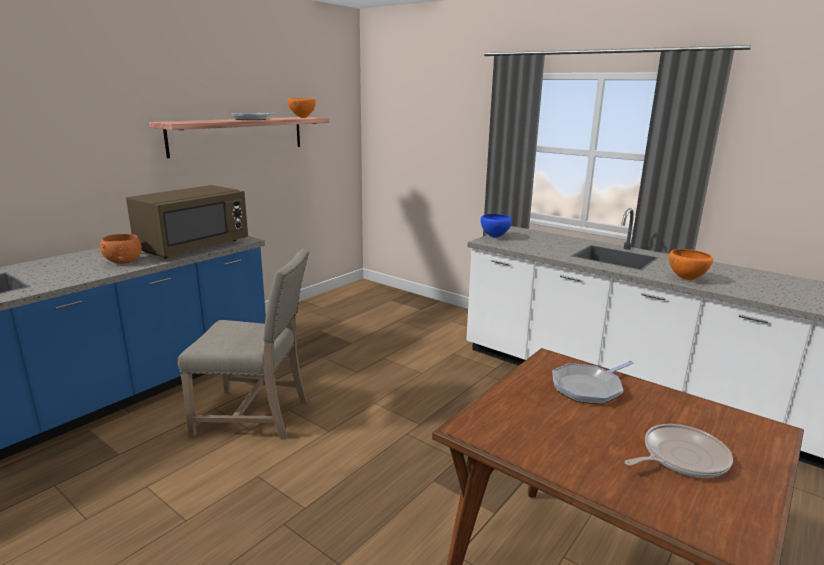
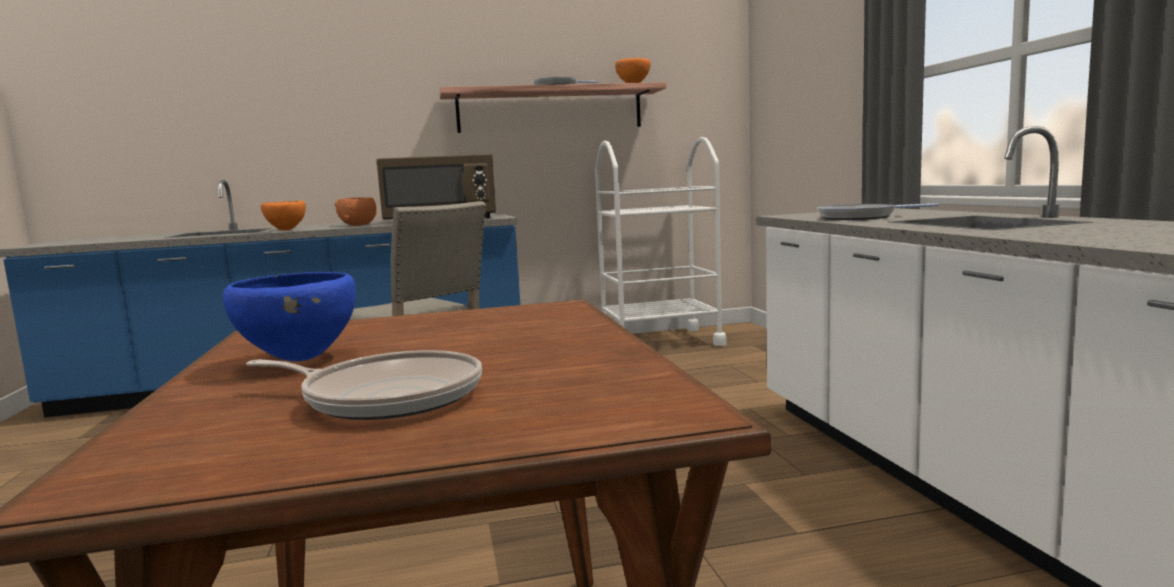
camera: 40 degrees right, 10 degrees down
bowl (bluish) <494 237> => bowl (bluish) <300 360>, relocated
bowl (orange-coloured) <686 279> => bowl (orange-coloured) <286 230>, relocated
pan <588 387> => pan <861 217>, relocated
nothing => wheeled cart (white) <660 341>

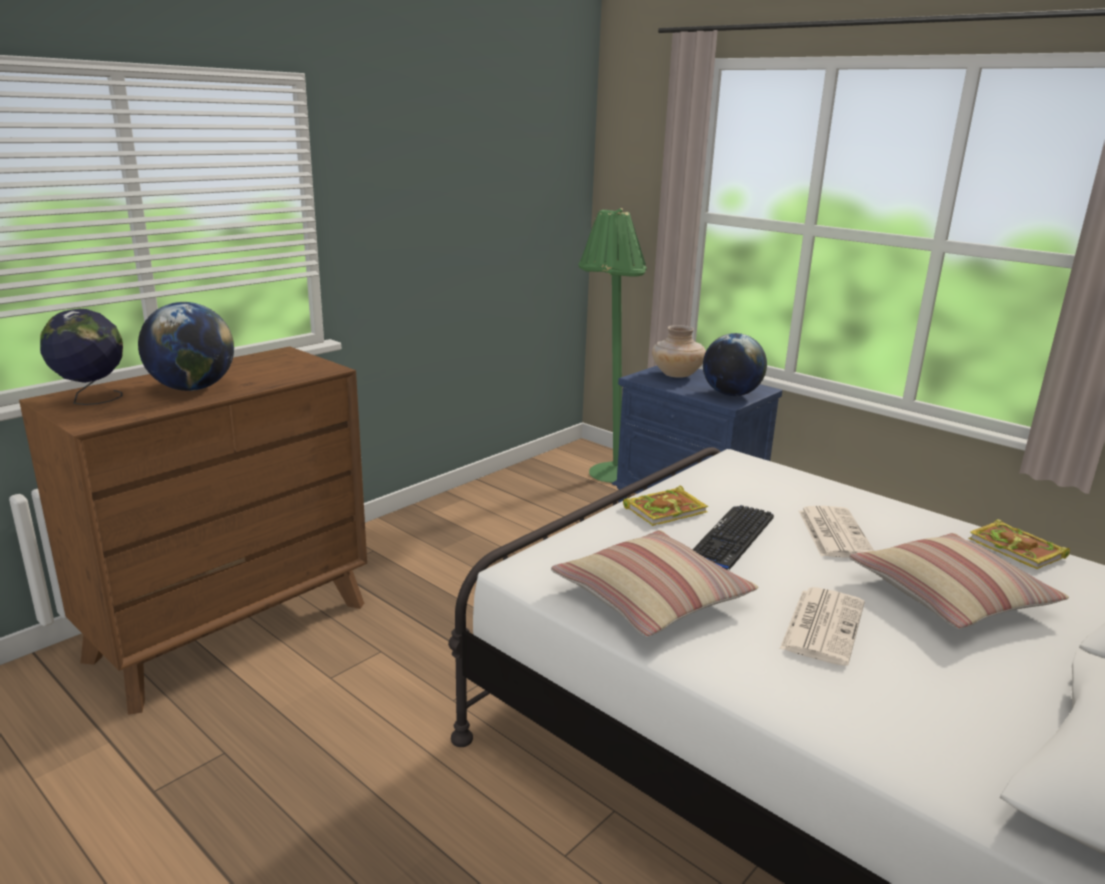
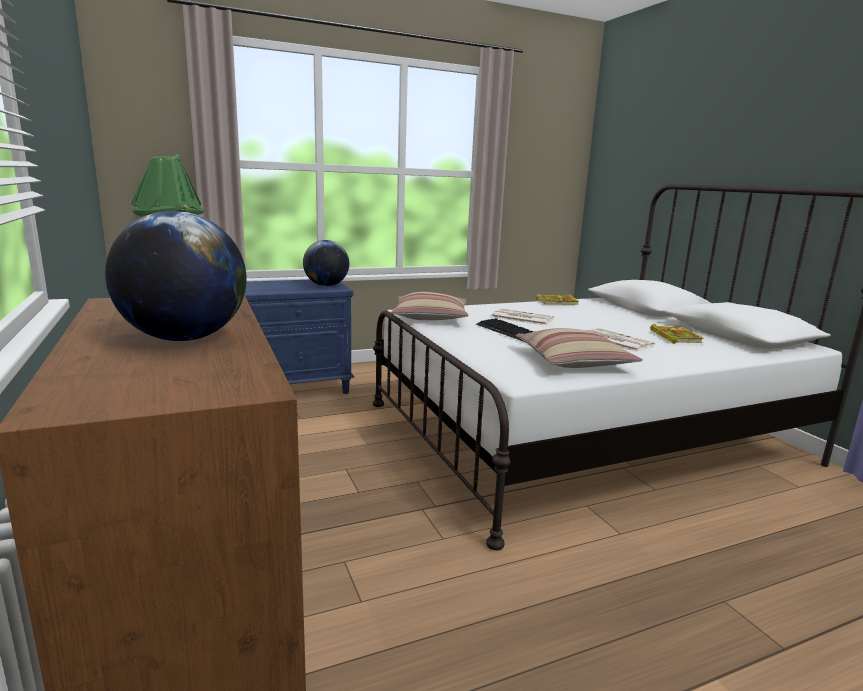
camera: 65 degrees left, 5 degrees down
globe <91 399> => nothing
flower vase (beige) <676 375> => nothing
bound book <666 509> => bound book <674 337>, relocated
cushion <950 596> => cushion <430 317>, relocated

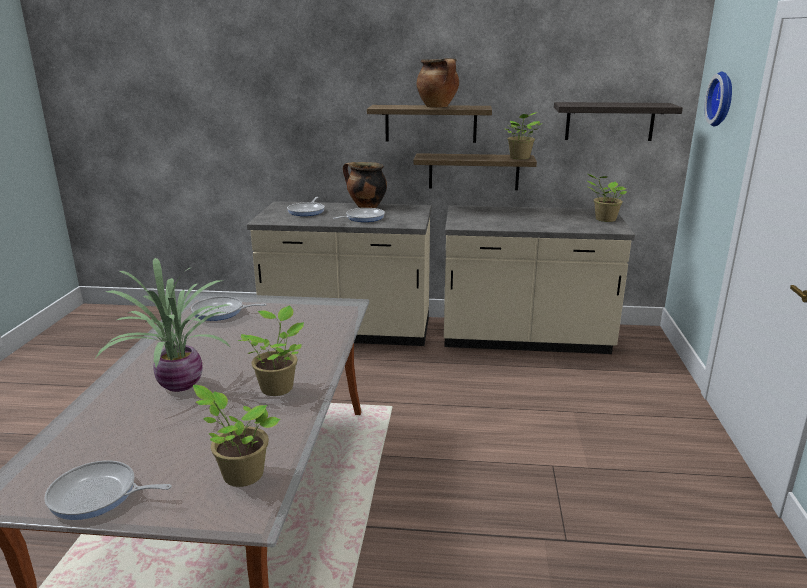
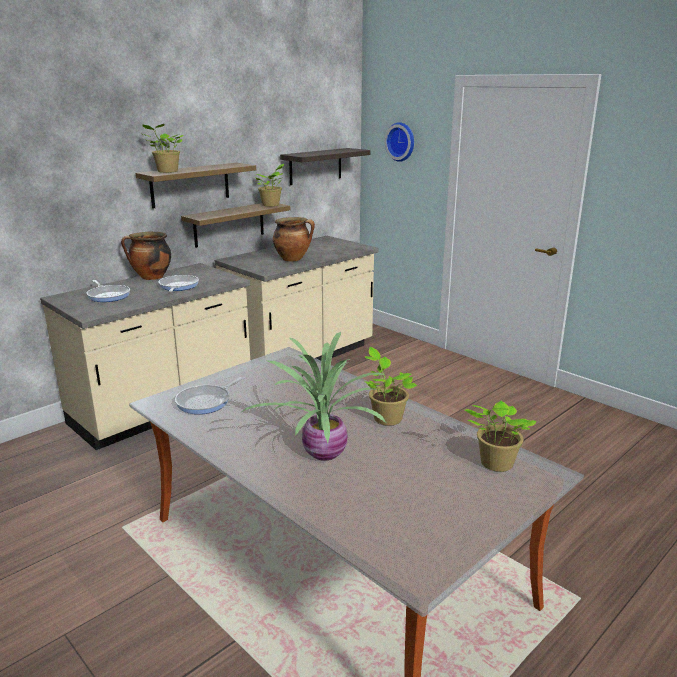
camera: 50 degrees left, 0 degrees up
saucepot <438 107> => saucepot <293 259>, relocated
potted plant <604 219> => potted plant <166 171>, relocated
pan <98 495> => nothing

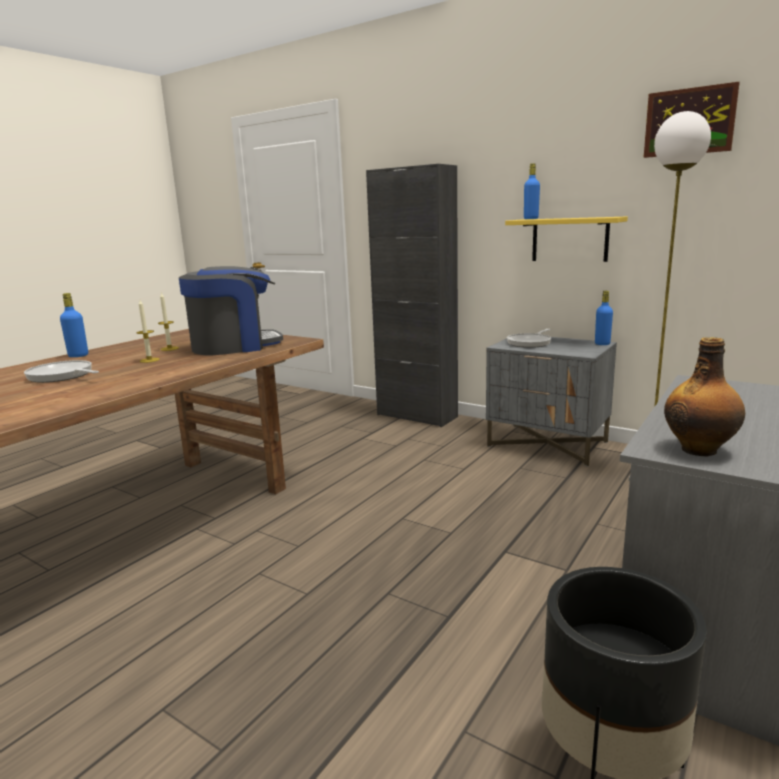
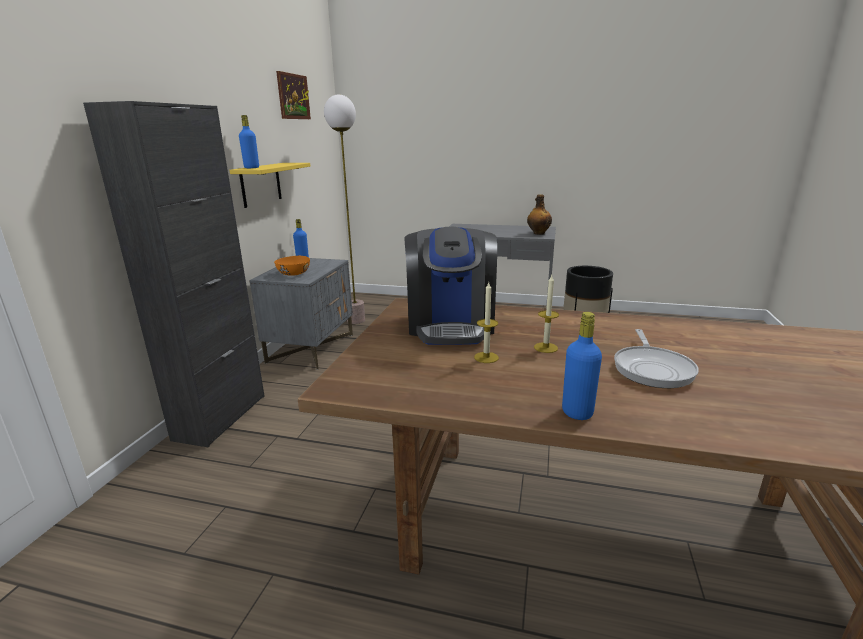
camera: 110 degrees left, 5 degrees up
coffee brewer <234 346> => coffee brewer <451 325>, 135 degrees counterclockwise
pan <530 343> => bowl (orange-coloured) <293 274>

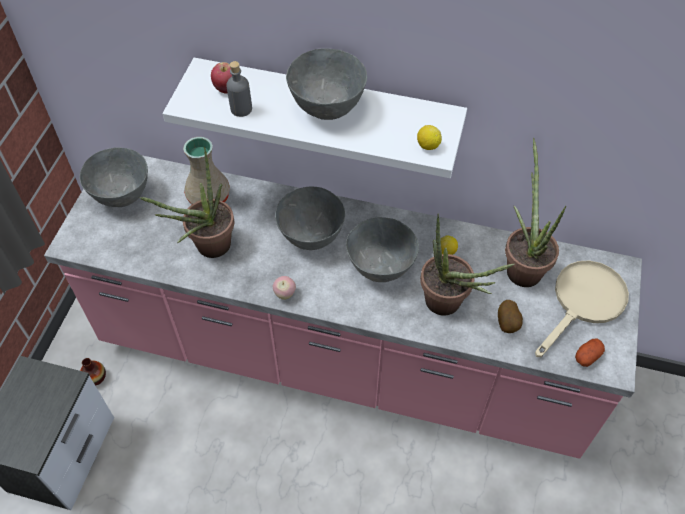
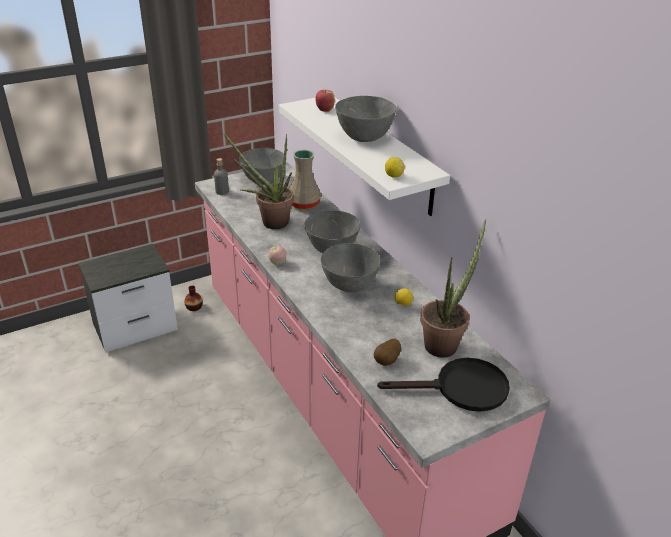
camera: 45 degrees right, 20 degrees down
beverage bottle (grey) <241 109> => beverage bottle (grey) <222 191>, relocated
potted plant <449 306> => nothing
pan (beige) <584 302> => pan (blackish) <461 389>
potato <587 356> => nothing

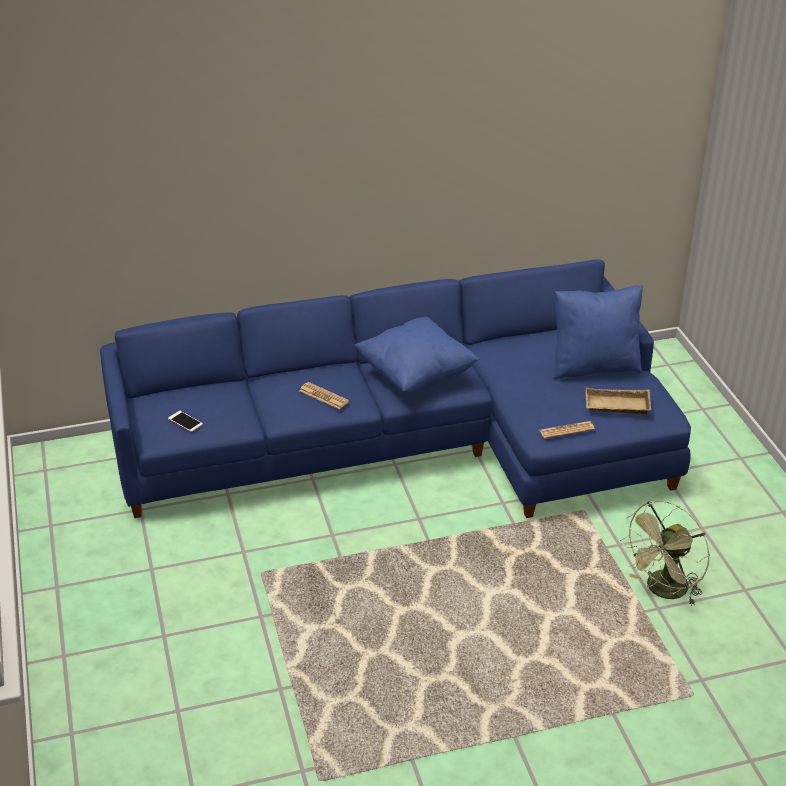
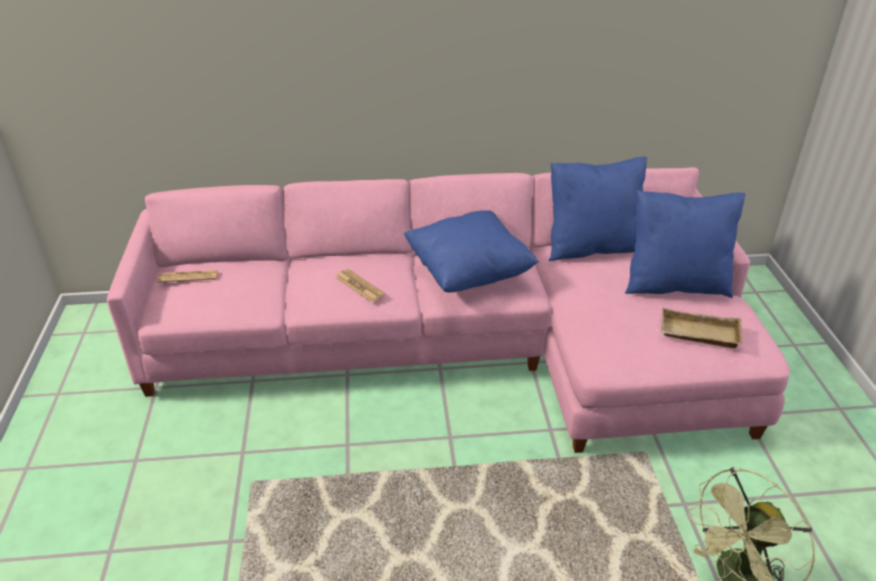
camera: 10 degrees right, 0 degrees up
sofa (bluish) <414 441> => sofa (pink) <467 345>
phone <185 421> => nothing
daily paper <566 430> => daily paper <188 277>, relocated
nothing => cushion (bluish) <592 248>

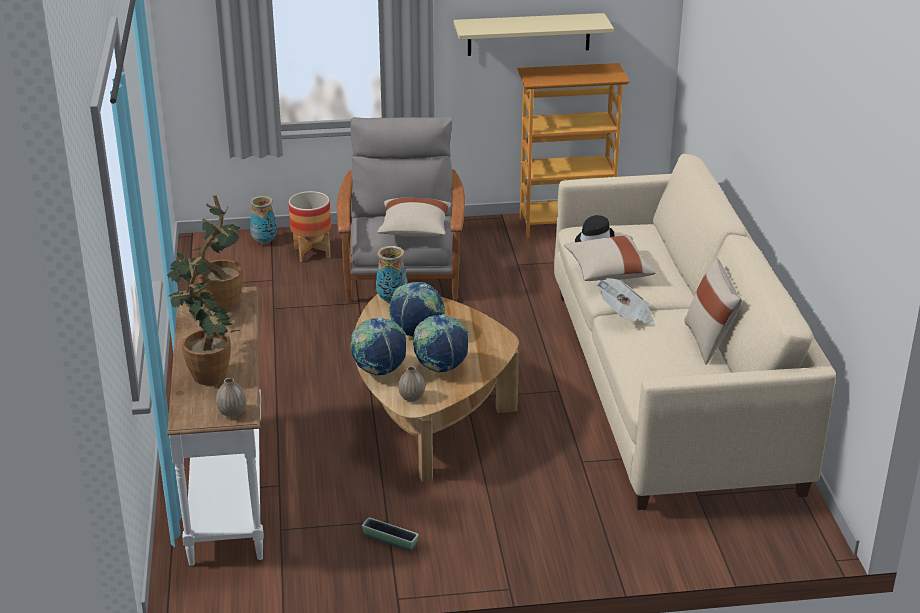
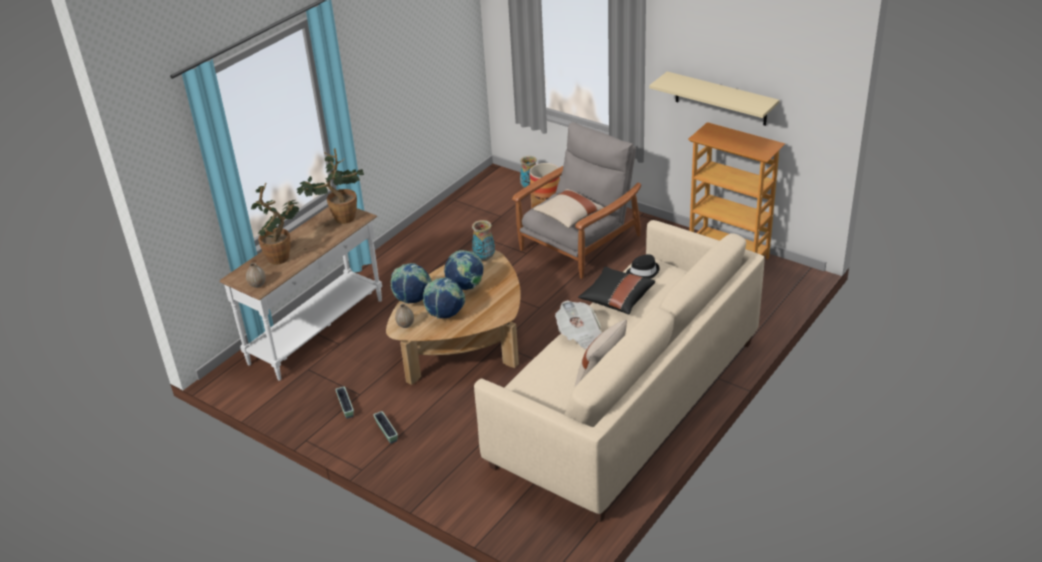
camera: 45 degrees right, 5 degrees up
cushion (beige) <607 272> => cushion (blackish) <616 299>
nothing => plant pot <386 431>

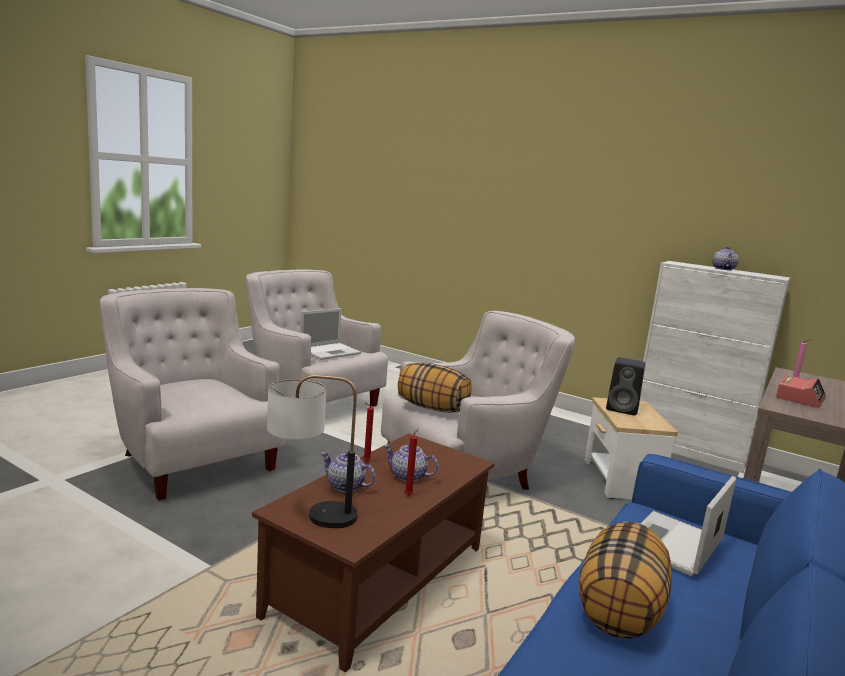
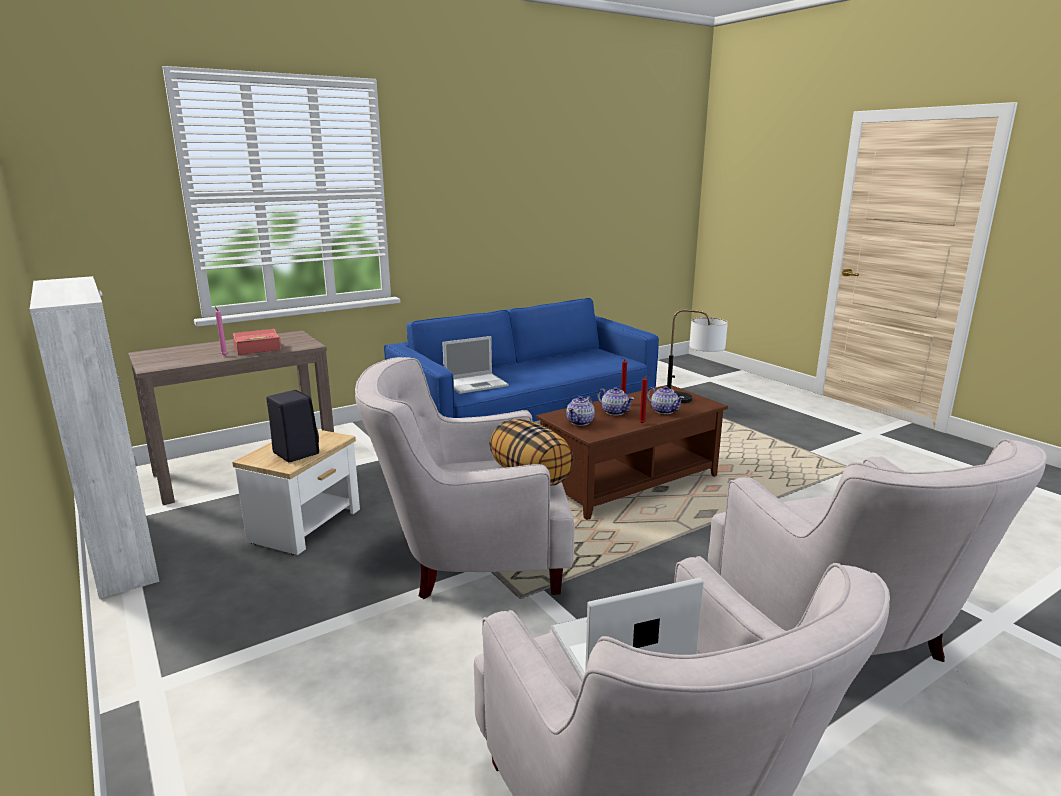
camera: 155 degrees left, 5 degrees up
tea pot <723 269> => tea pot <580 422>, relocated
cushion <620 610> => nothing

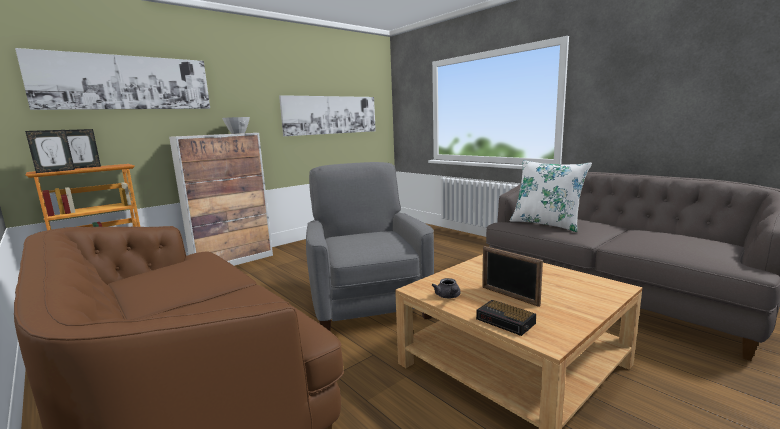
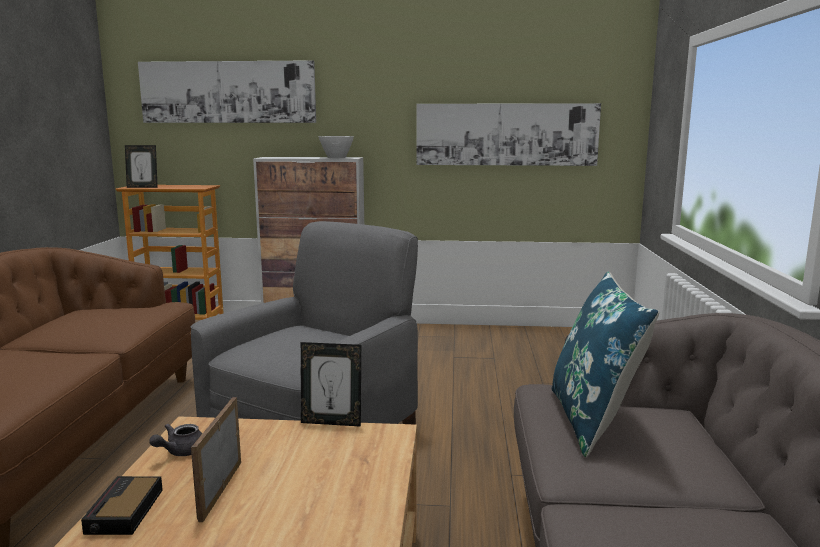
camera: 45 degrees right, 0 degrees up
standing frame <83 167> => standing frame <331 422>, relocated
cushion (white) <546 224> => cushion (bluish) <593 420>

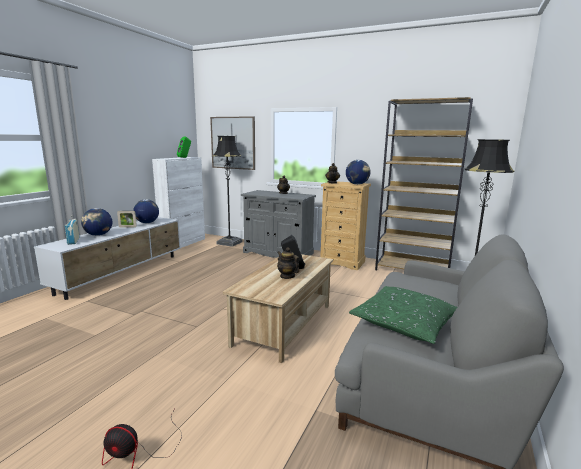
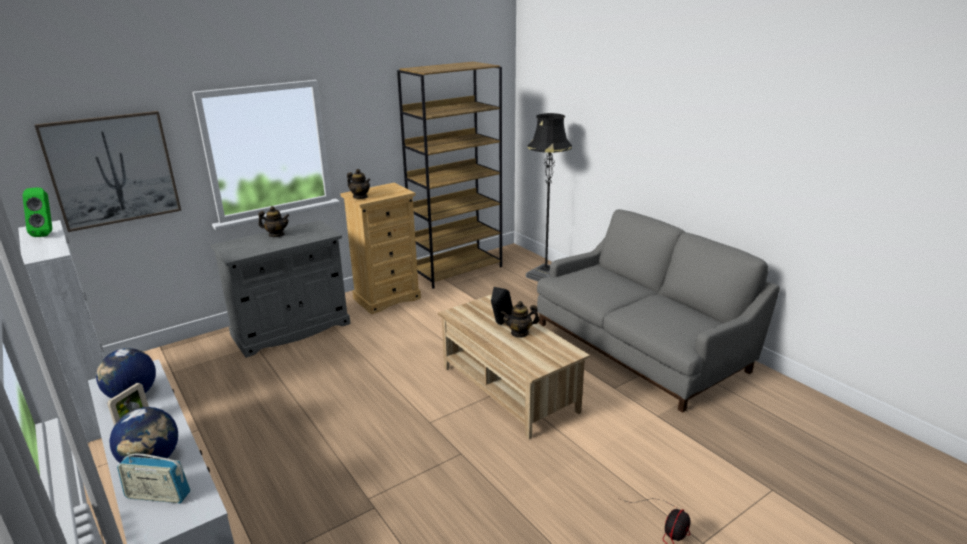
camera: 60 degrees left, 10 degrees up
standing lamp (blackish) <229 243> => nothing
globe <357 184> => nothing
cushion (greenish) <404 322> => nothing

